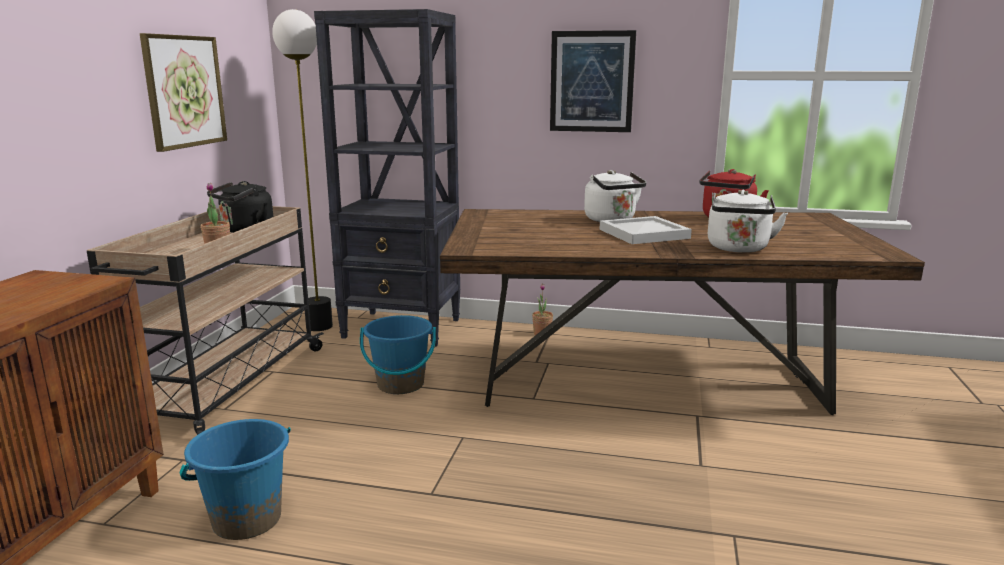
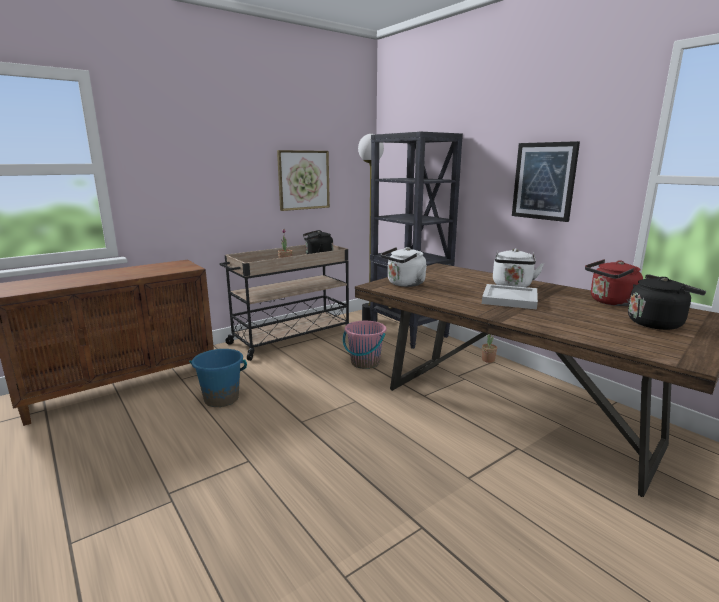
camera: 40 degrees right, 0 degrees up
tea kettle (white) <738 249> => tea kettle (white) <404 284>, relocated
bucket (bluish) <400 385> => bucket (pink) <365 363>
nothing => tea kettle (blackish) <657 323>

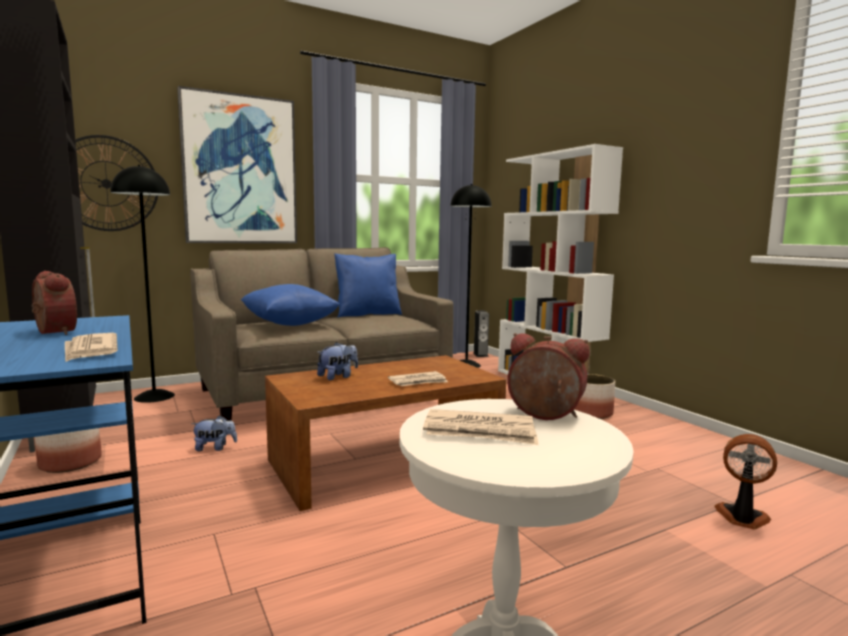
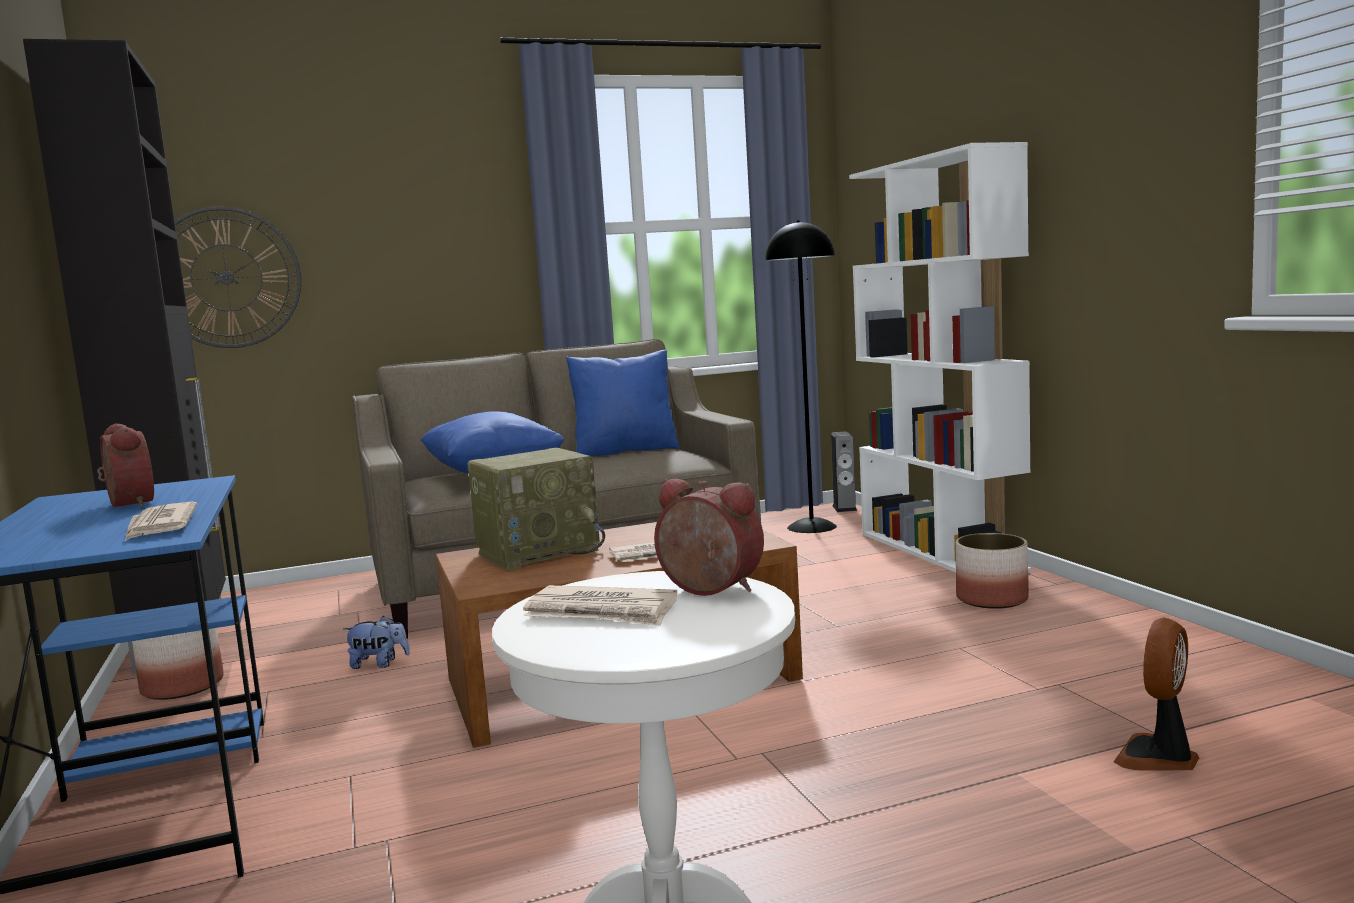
camera: 10 degrees right, 0 degrees up
wall picture <240 170> => nothing
standing lamp (blackish) <154 396> => nothing
cuddly toy <338 377> => radio set <539 552>
electric fan <742 518> => electric fan <1158 758>, 90 degrees counterclockwise

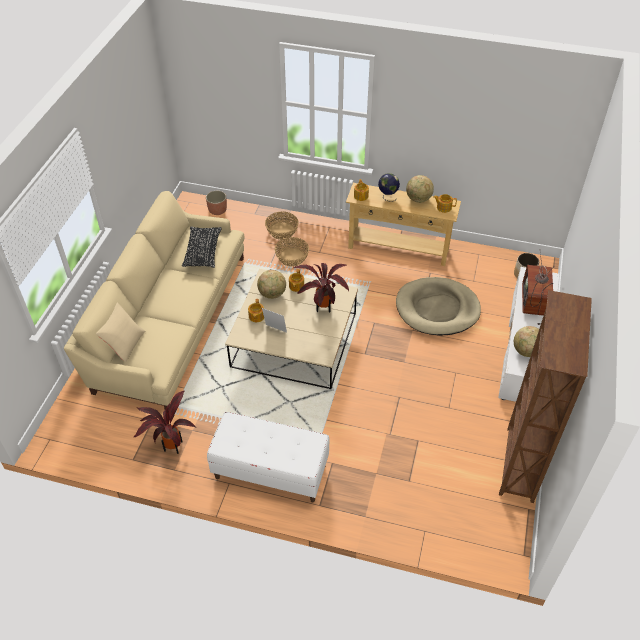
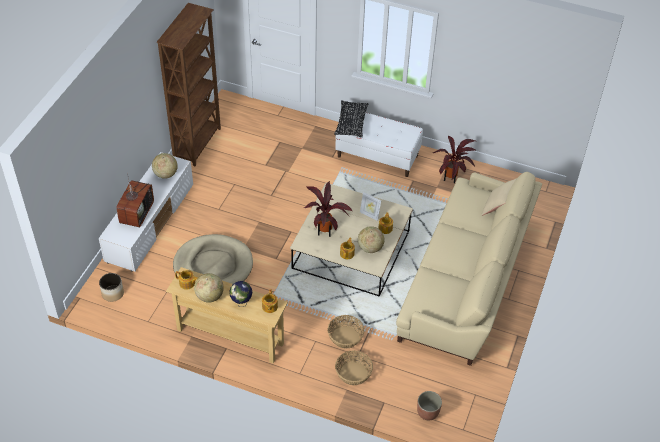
camera: 175 degrees left, 0 degrees up
cushion (blackish) <203 252> => cushion (blackish) <351 123>, relocated

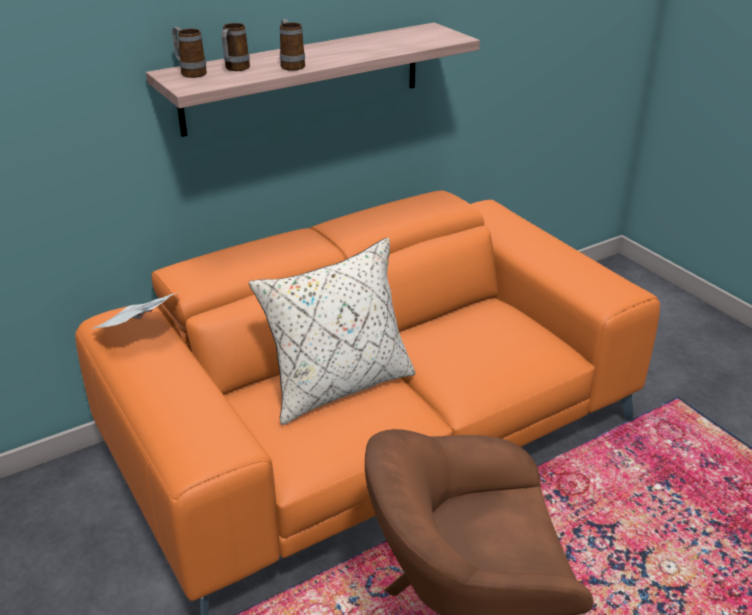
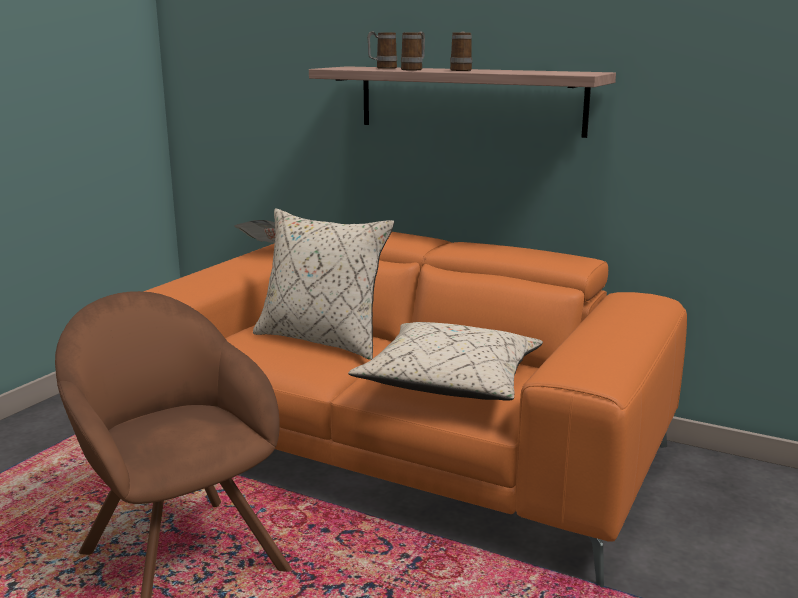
camera: 60 degrees right, 15 degrees down
mug <190 73> => mug <461 70>, relocated
nothing => cushion (beige) <450 382>

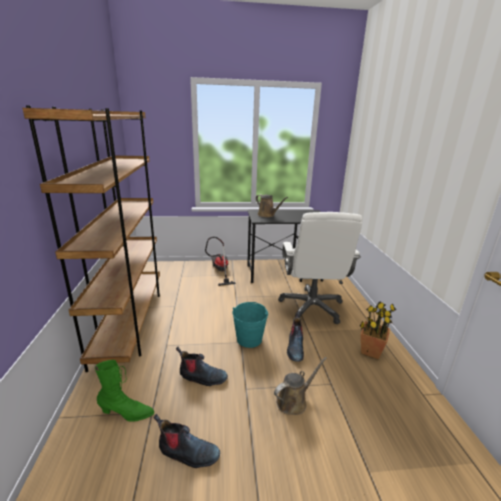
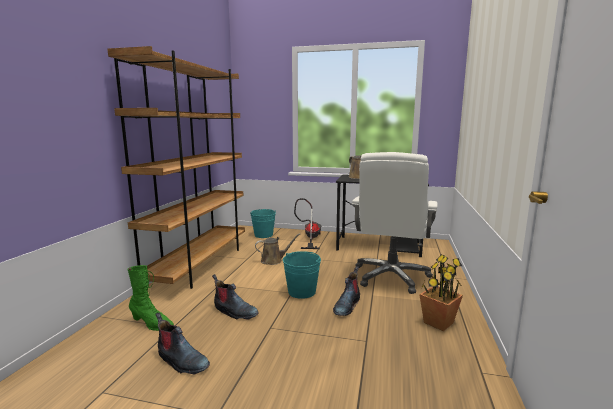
camera: 20 degrees right, 10 degrees down
watering can (brown-coloured) <294 401> => watering can (brown-coloured) <273 260>, relocated
nothing => bucket (turquoise) <263 235>

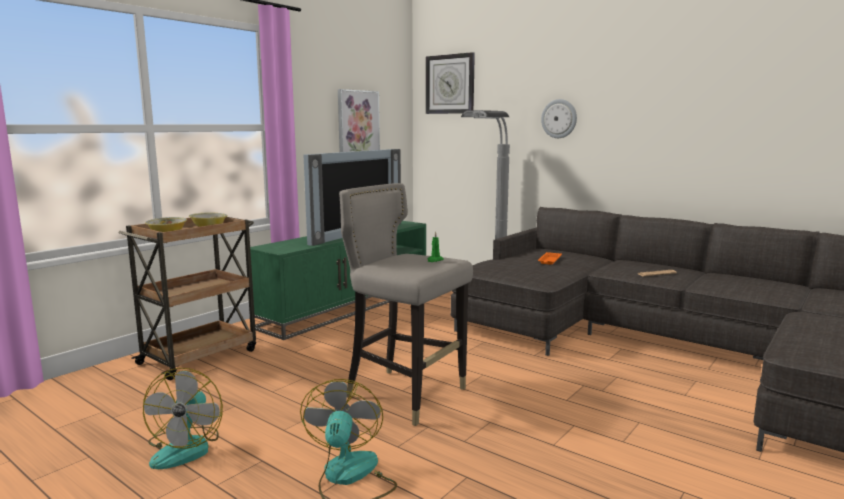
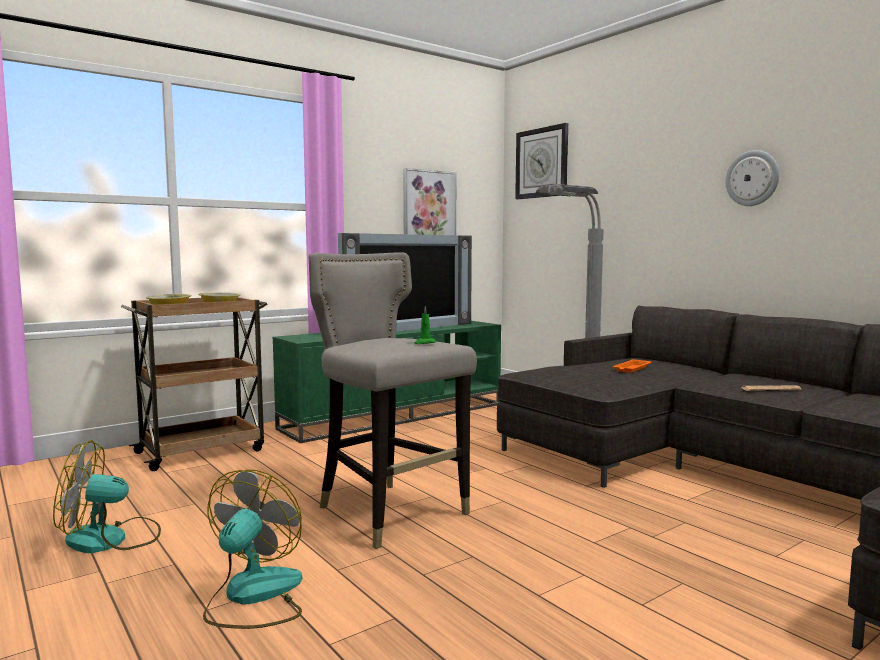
camera: 15 degrees right, 5 degrees down
wall clock <559 118> => wall clock <752 178>, relocated
electric fan <186 447> => electric fan <110 539>, 60 degrees clockwise

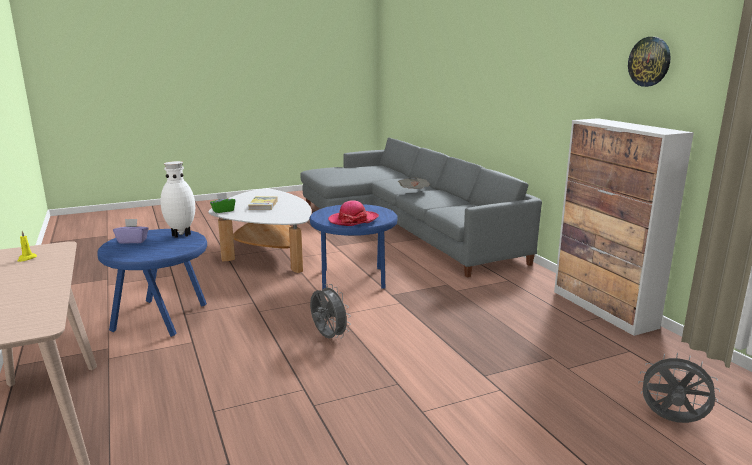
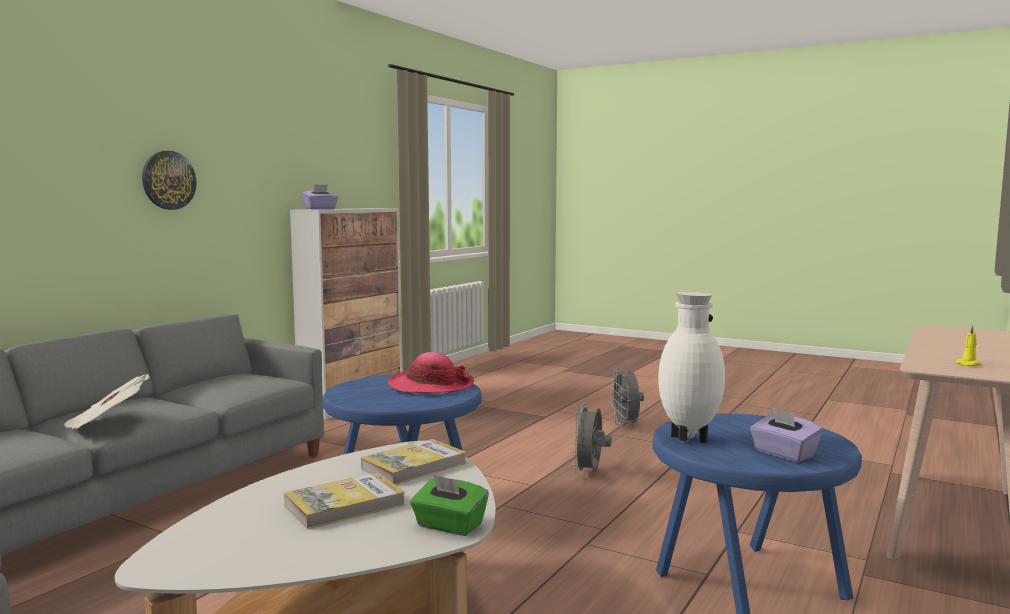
camera: 125 degrees left, 10 degrees down
wall clock <649 61> => wall clock <168 180>, relocated
electric fan (grey) <671 421> => electric fan (grey) <626 425>, relocated
nothing => box of tissues (purplish) <320 209>
nothing => bound book <414 466>

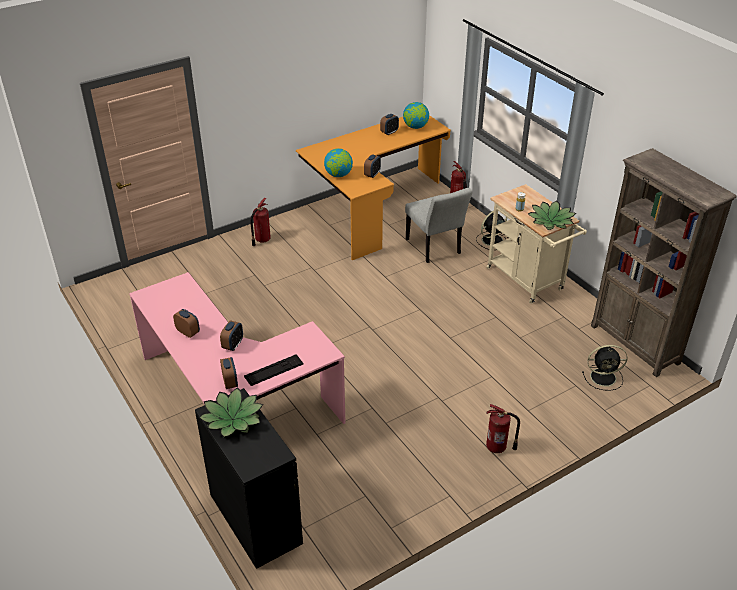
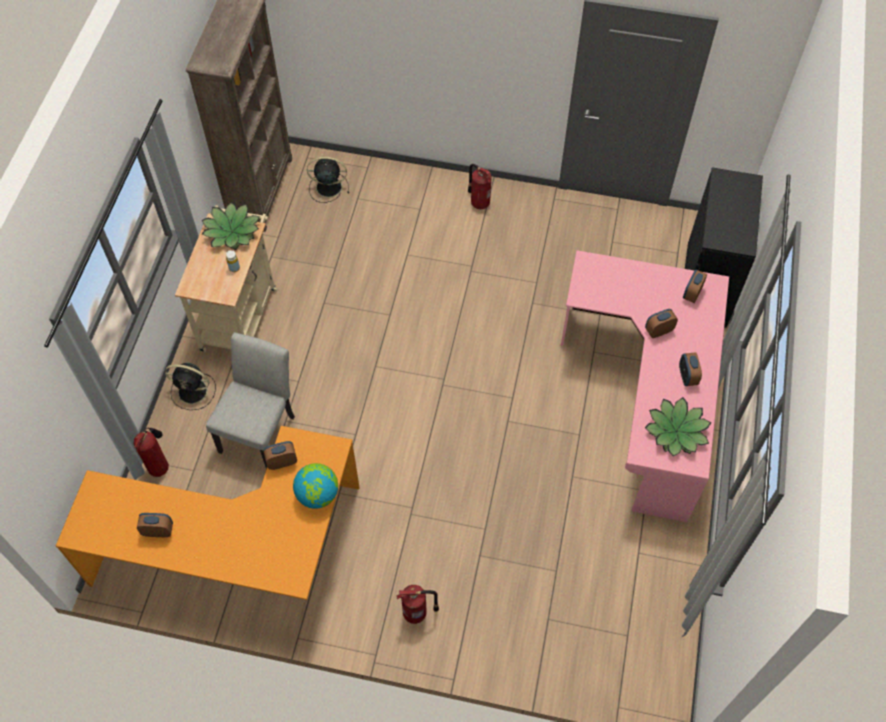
camera: 135 degrees left, 20 degrees up
globe <415 127> => nothing
electric fan (blackish) <604 377> => electric fan (blackish) <327 187>, 45 degrees counterclockwise
computer keyboard <274 370> => nothing
potted plant <233 419> => potted plant <676 431>, relocated

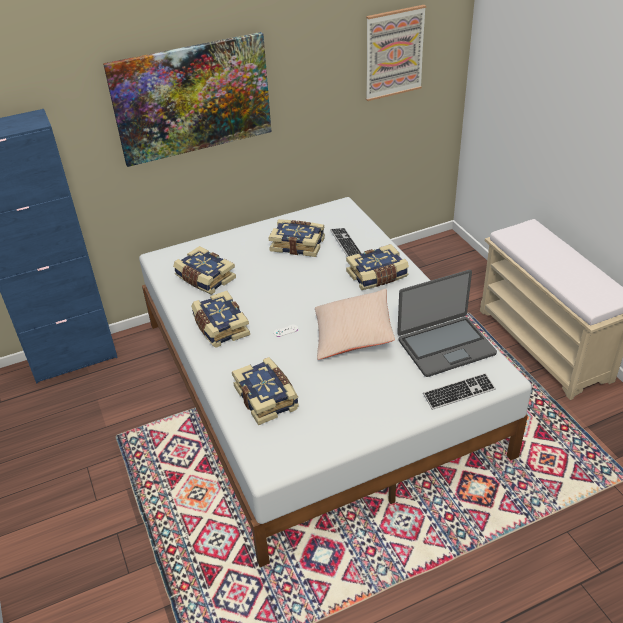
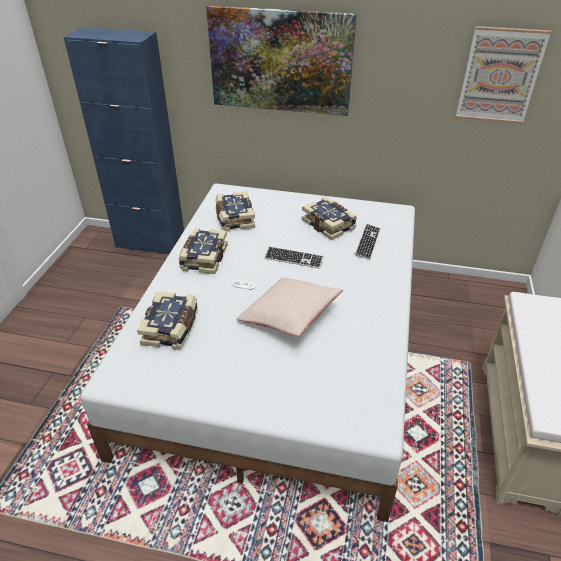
camera: 35 degrees right, 0 degrees up
bound book <377 276> => nothing
notebook computer <445 346> => nothing
computer keyboard <459 392> => computer keyboard <293 258>, relocated

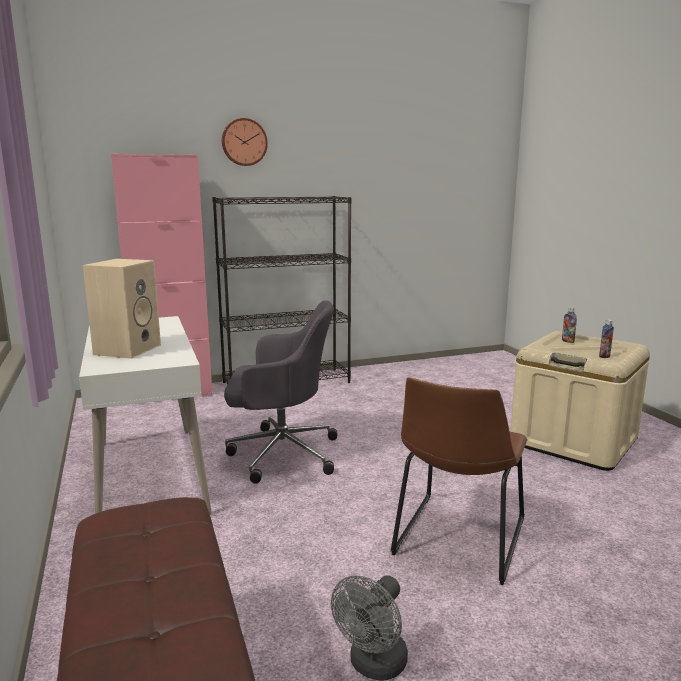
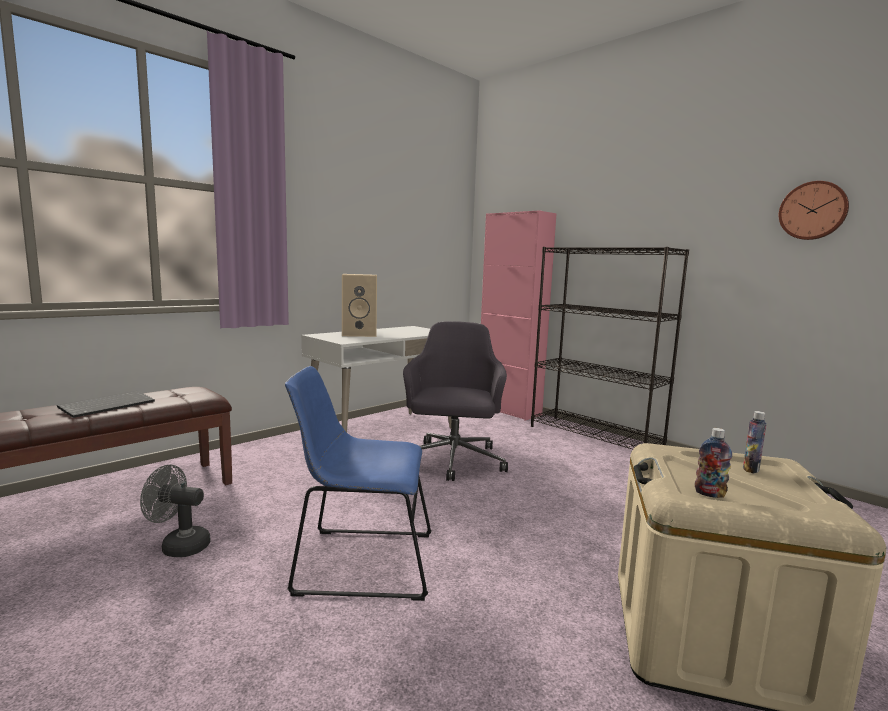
camera: 65 degrees right, 5 degrees down
wall clock <244 142> => wall clock <813 211>, relocated
office chair (grey) <281 453> => office chair (grey) <452 461>, 150 degrees counterclockwise
chair (brown-coloured) <458 540> => chair (bluish) <359 562>
nothing => computer keyboard <108 405>

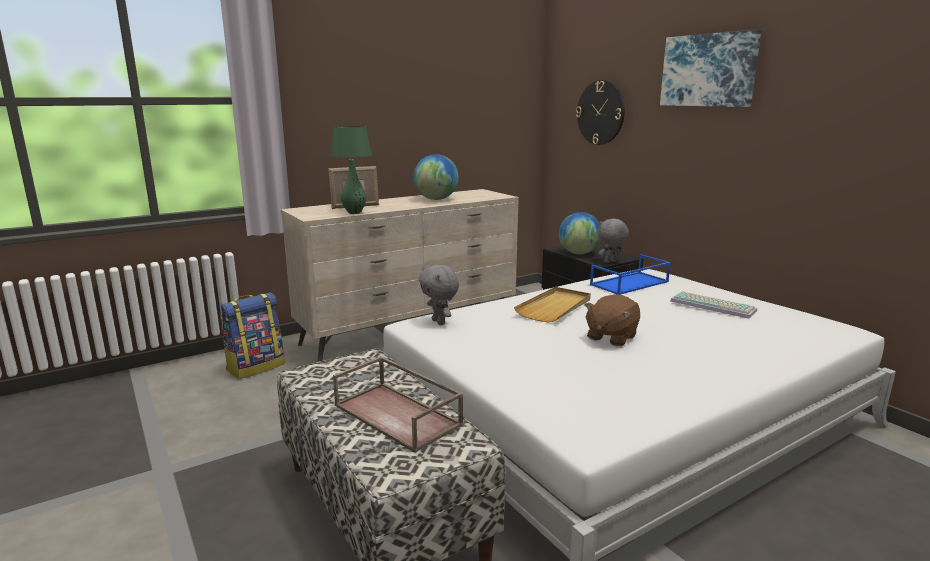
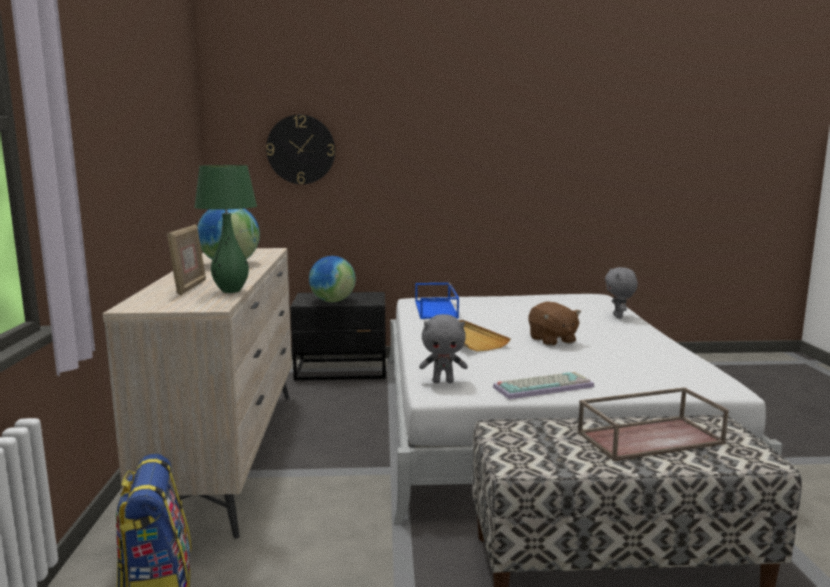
camera: 60 degrees left, 5 degrees down
wall picture <708 70> => nothing
cuddly toy (grey) <610 262> => cuddly toy (grey) <619 317>, relocated
computer keyboard <714 306> => computer keyboard <543 386>, relocated

